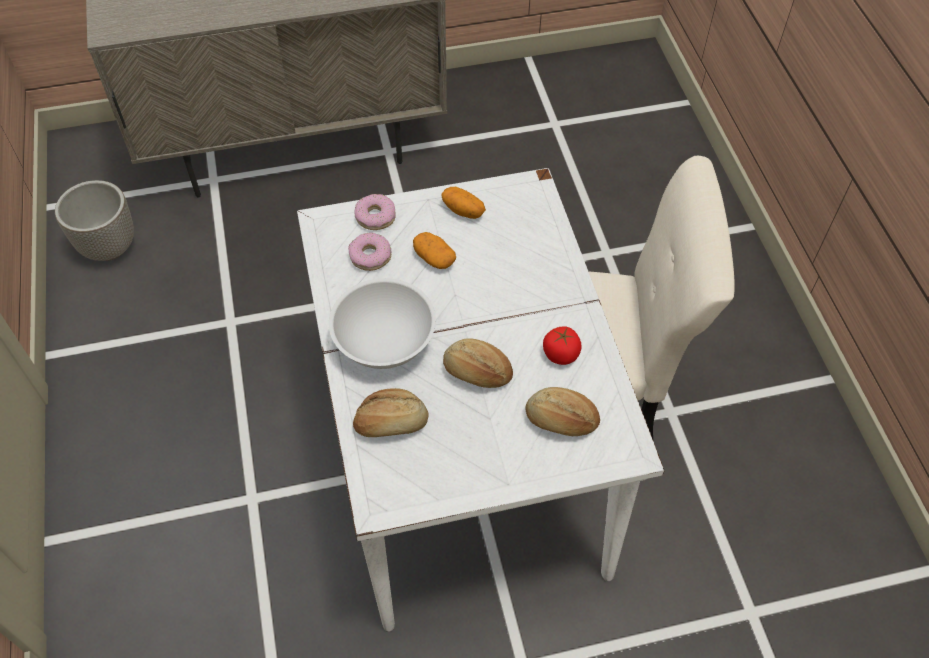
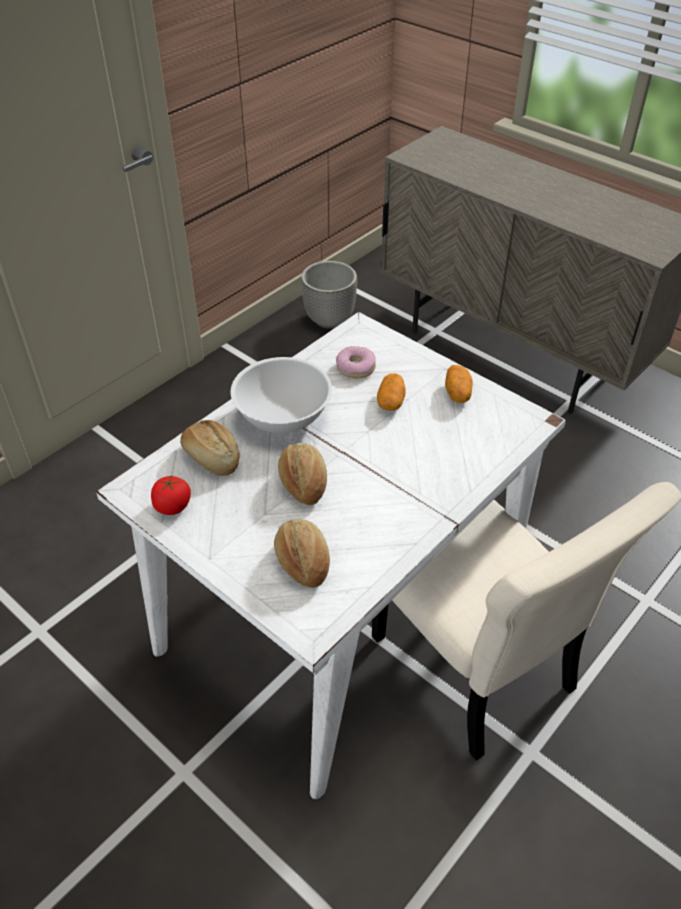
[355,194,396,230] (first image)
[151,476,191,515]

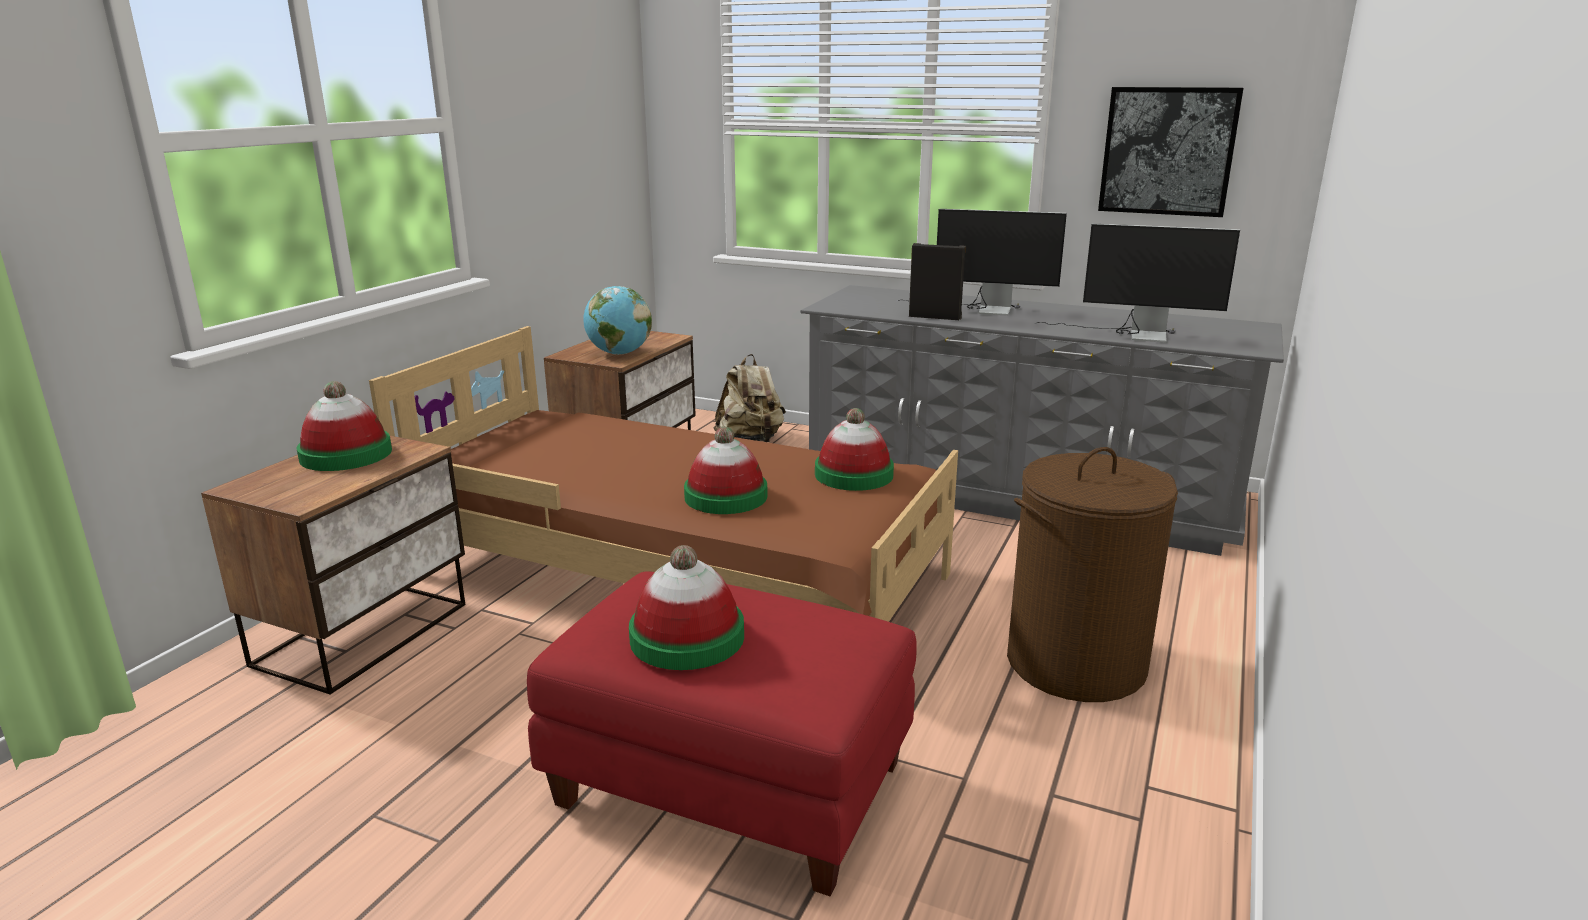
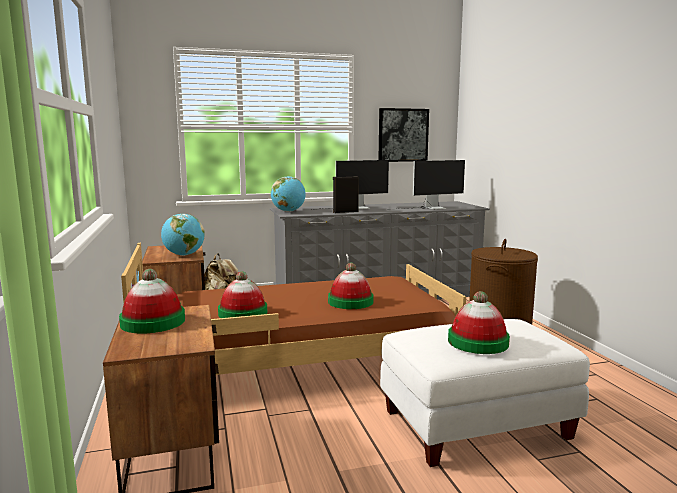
[380,319,590,467]
[218,271,267,318]
[271,176,306,212]

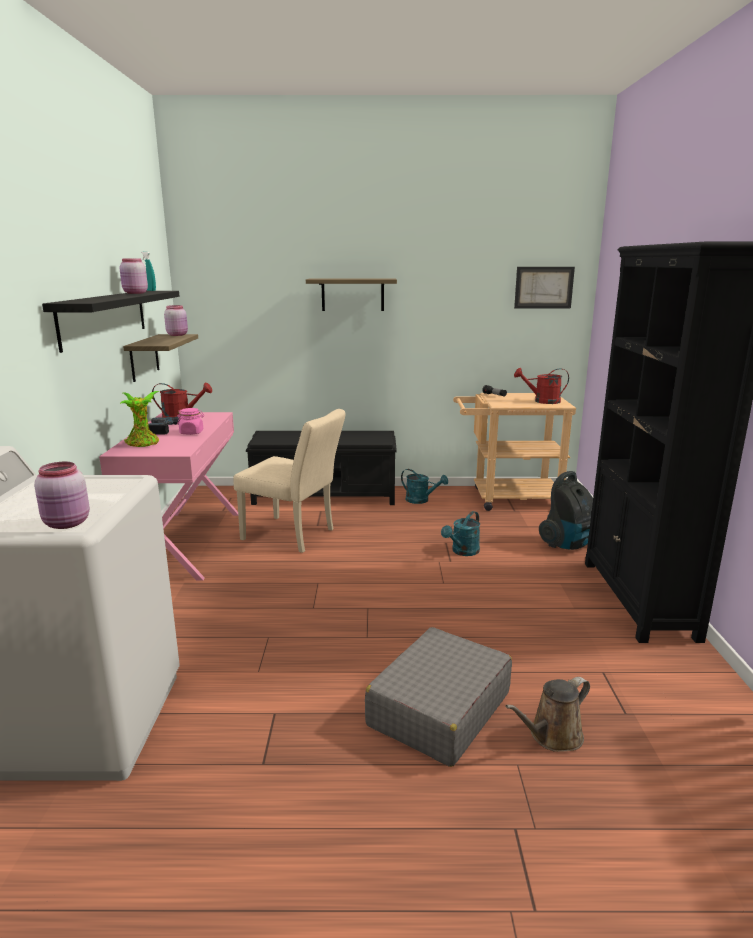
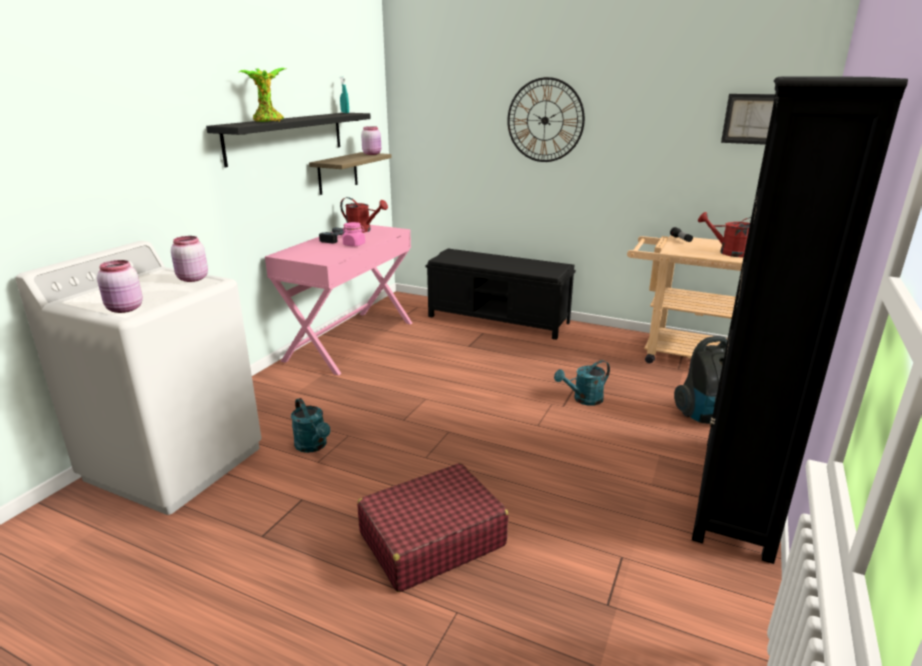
[171,236,208,282]
[239,68,286,122]
[233,409,346,553] (first image)
[507,77,585,162]
[357,463,509,592]
[291,398,330,453]
[505,677,590,752] (first image)

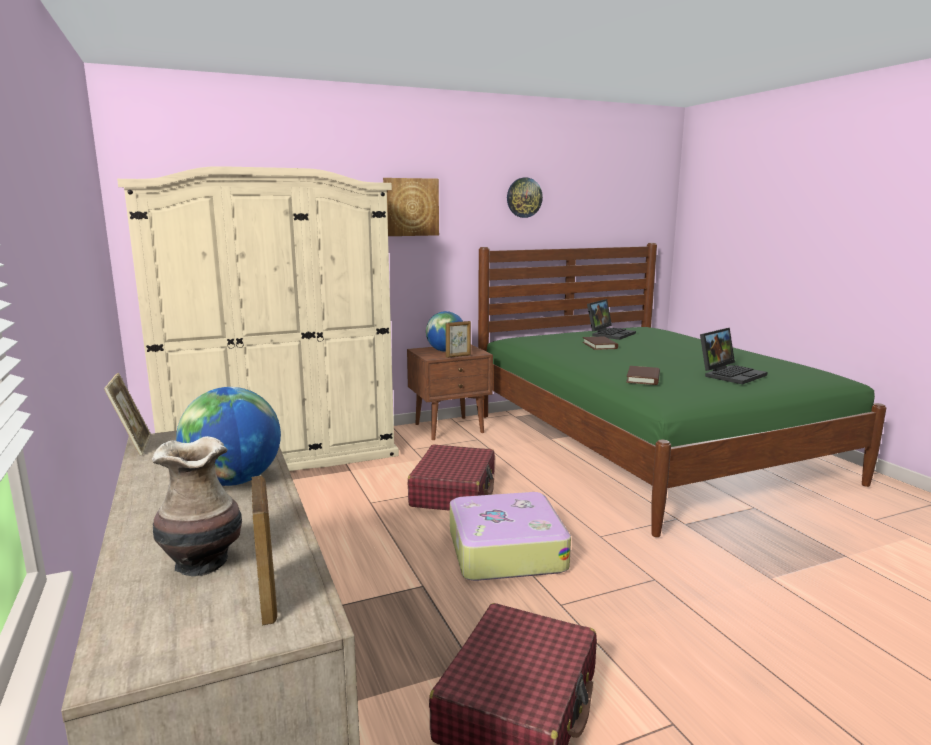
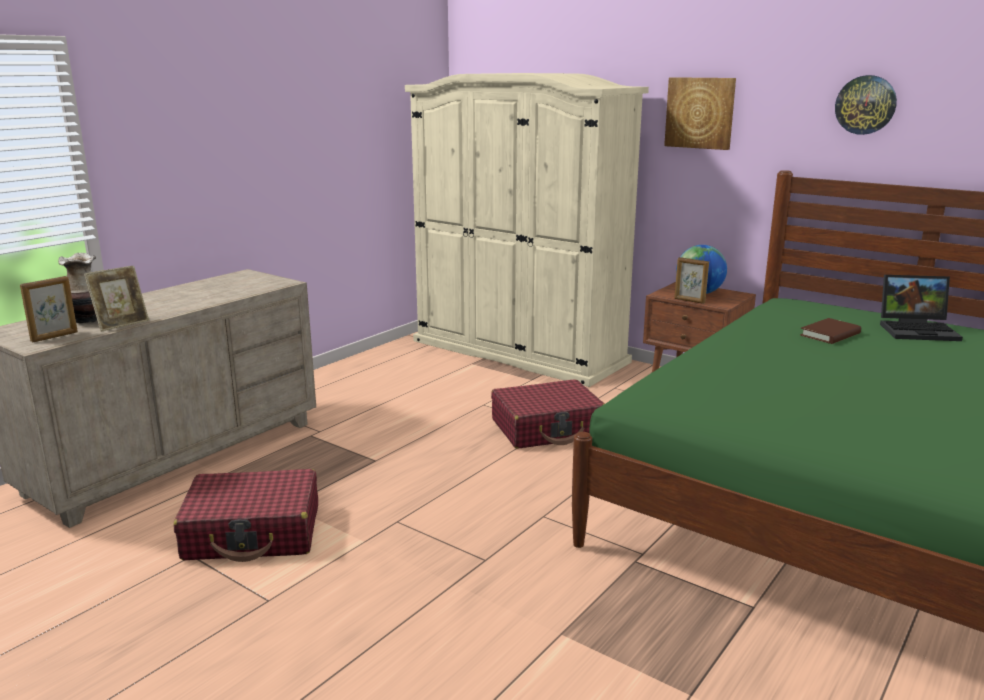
[84,266,149,332]
[176,387,281,486] (first image)
[450,492,571,581] (first image)
[626,366,660,385] (first image)
[700,328,768,384] (first image)

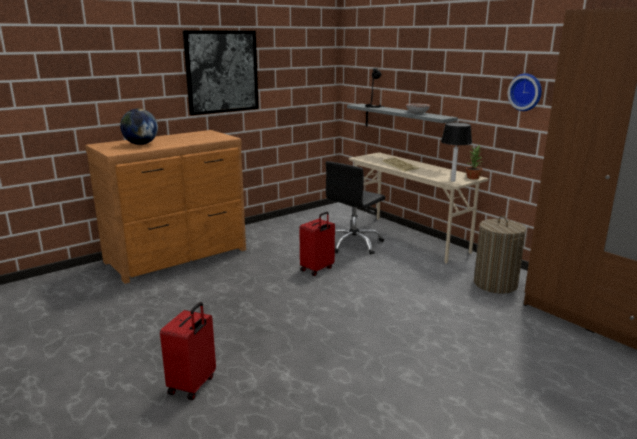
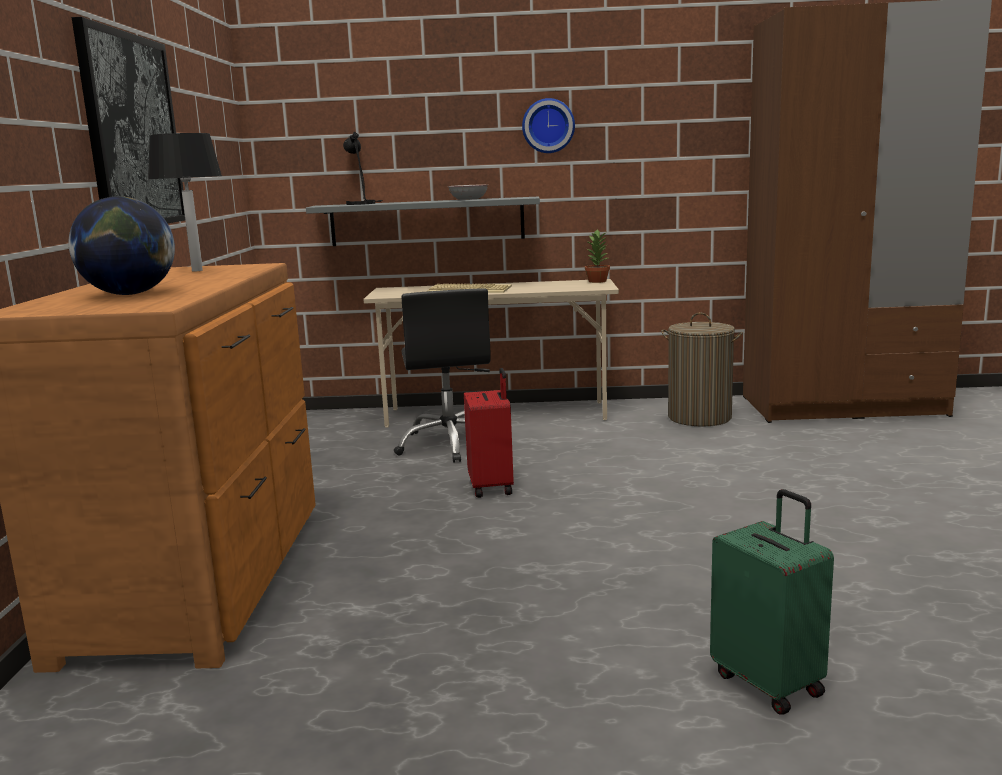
[710,489,834,715]
[148,133,222,271]
[522,98,575,153]

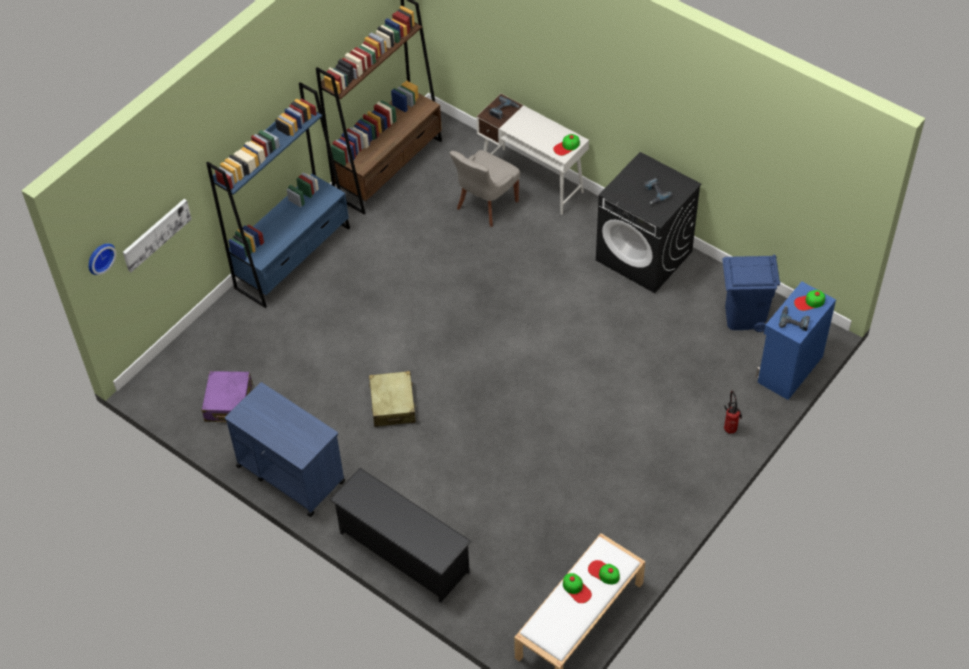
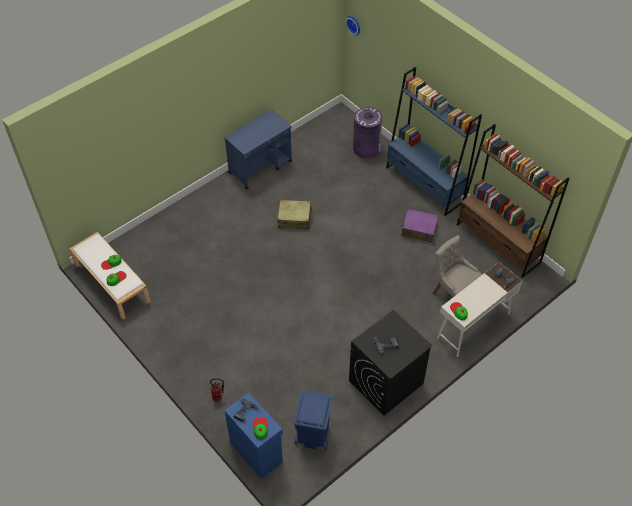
[123,199,192,272] (first image)
[401,209,438,243]
[330,468,472,603] (first image)
[353,107,383,158]

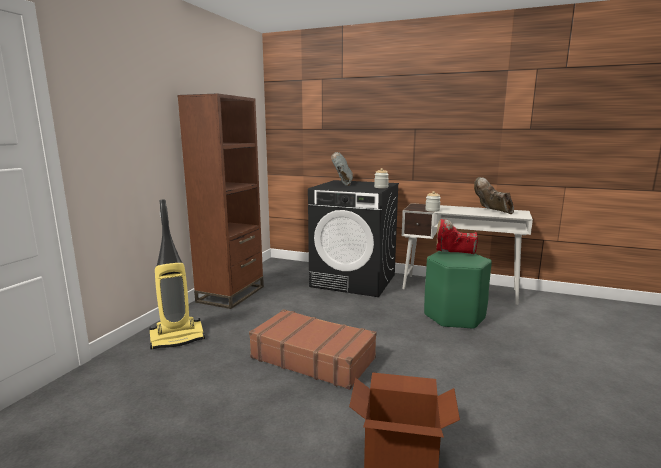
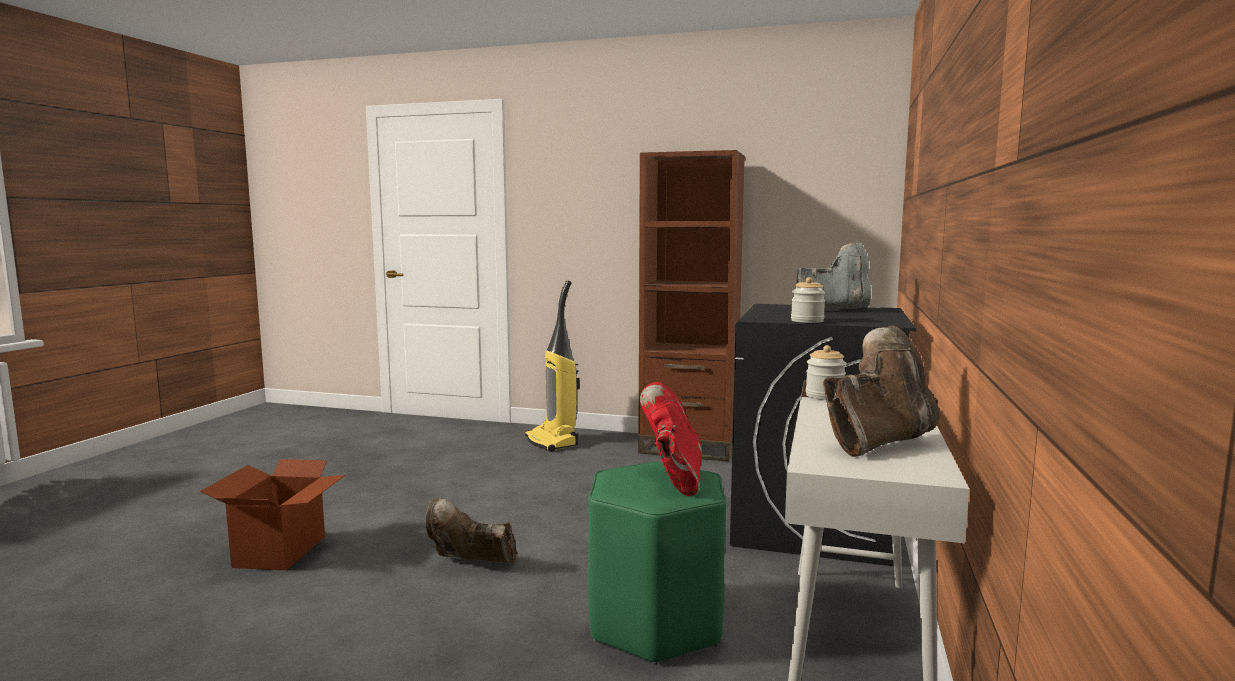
[249,309,377,390] (first image)
[426,498,517,563]

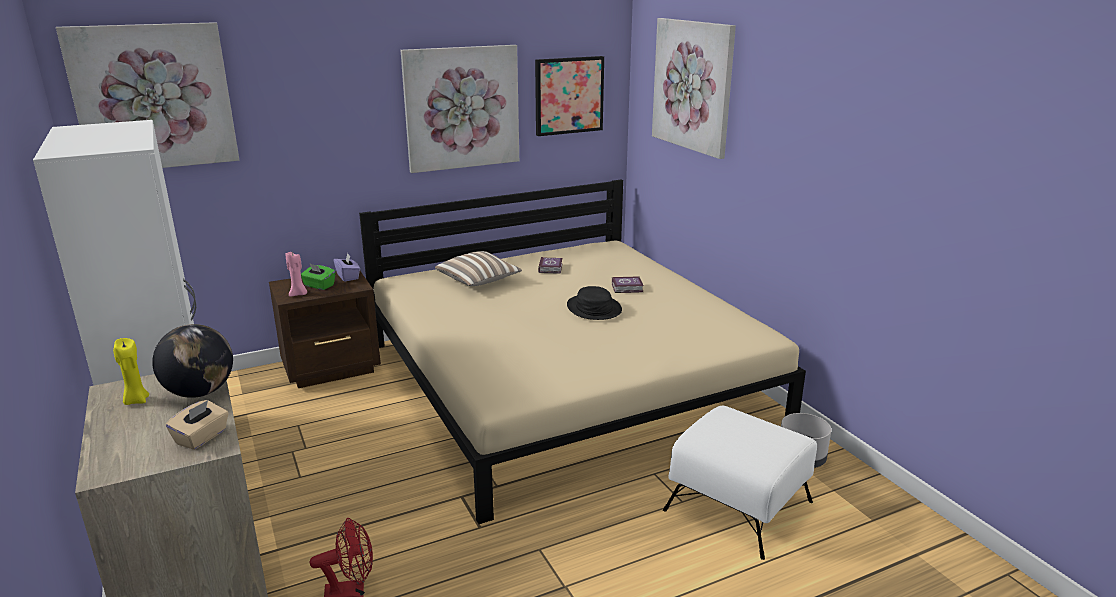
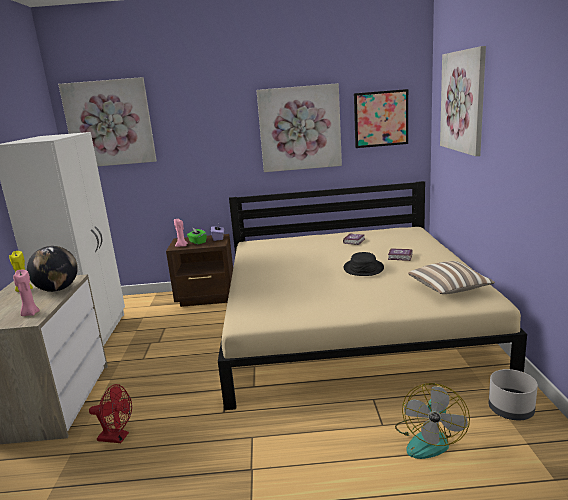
[13,270,40,316]
[408,261,495,294]
[395,383,470,459]

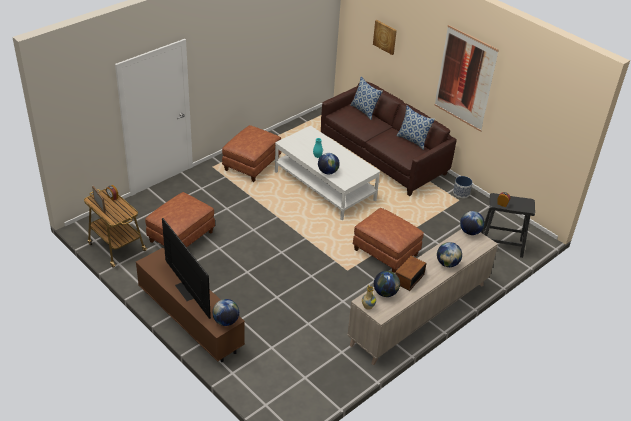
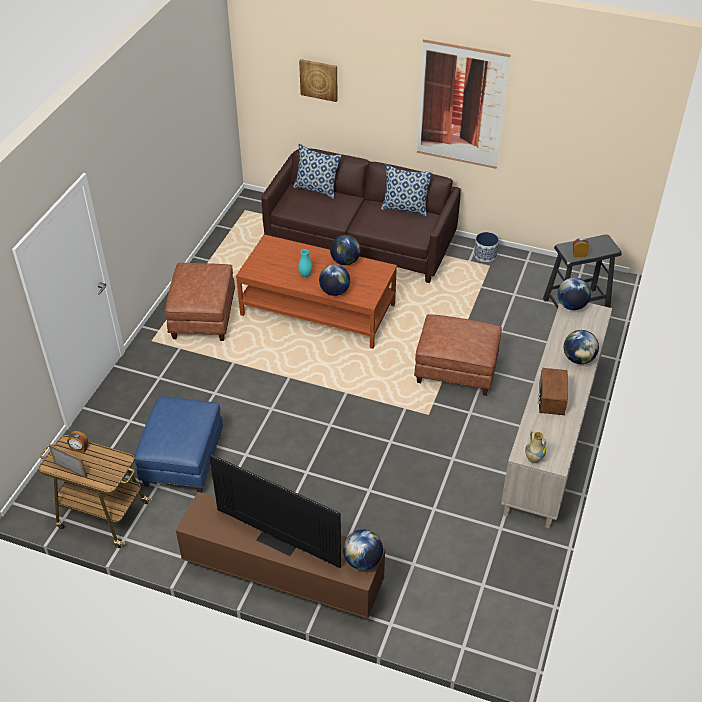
[134,396,223,493]
[236,234,397,349]
[330,235,360,265]

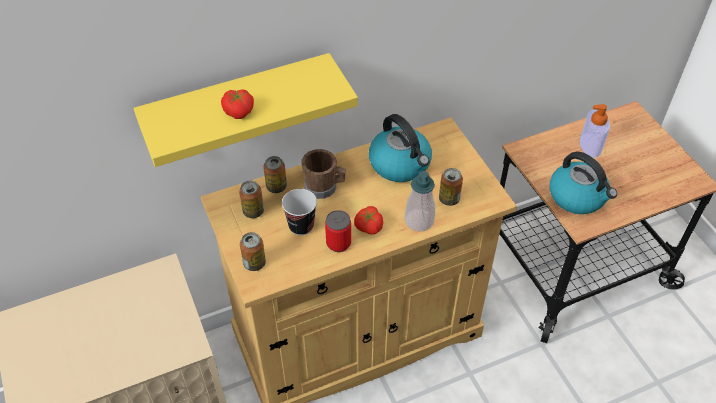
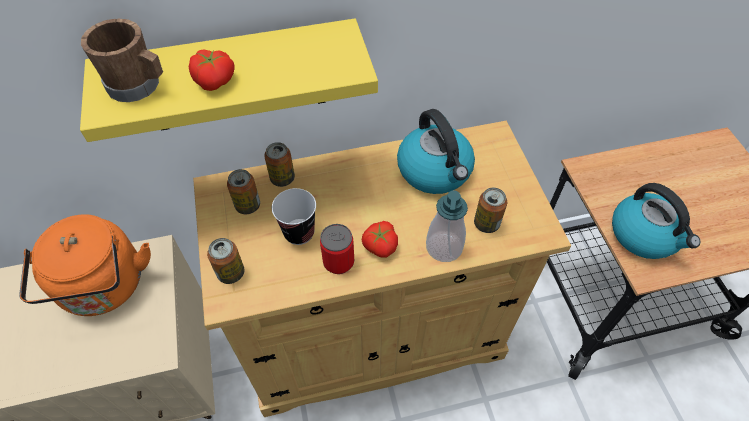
[81,18,163,102]
[580,104,610,158] (first image)
[19,214,151,316]

